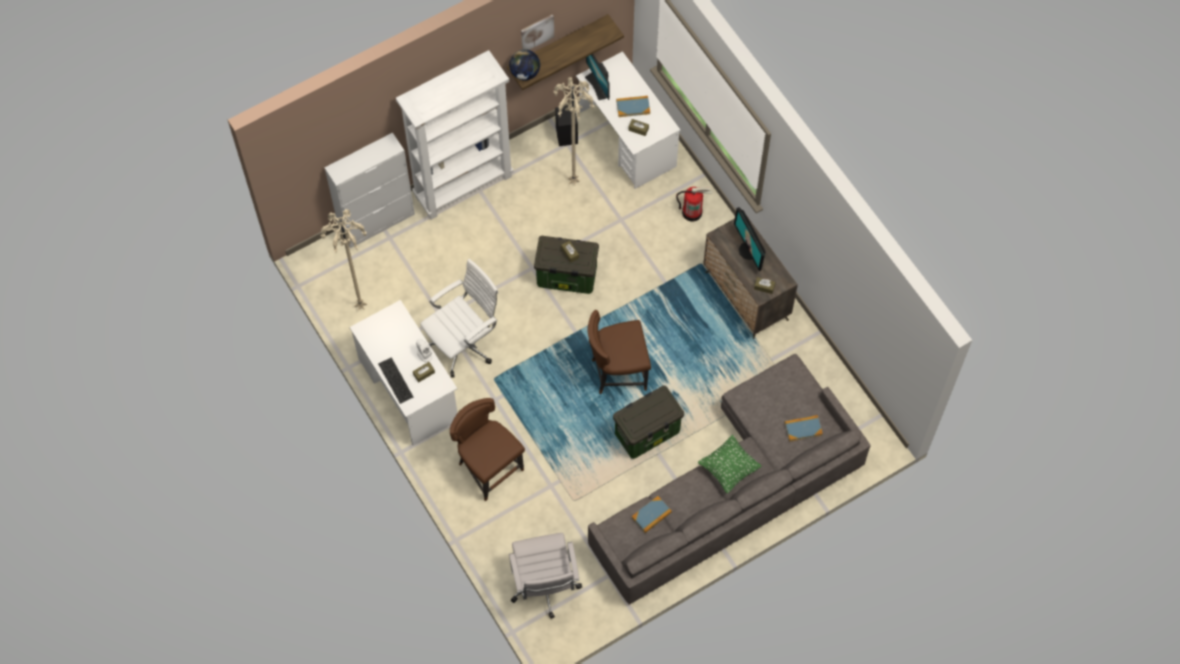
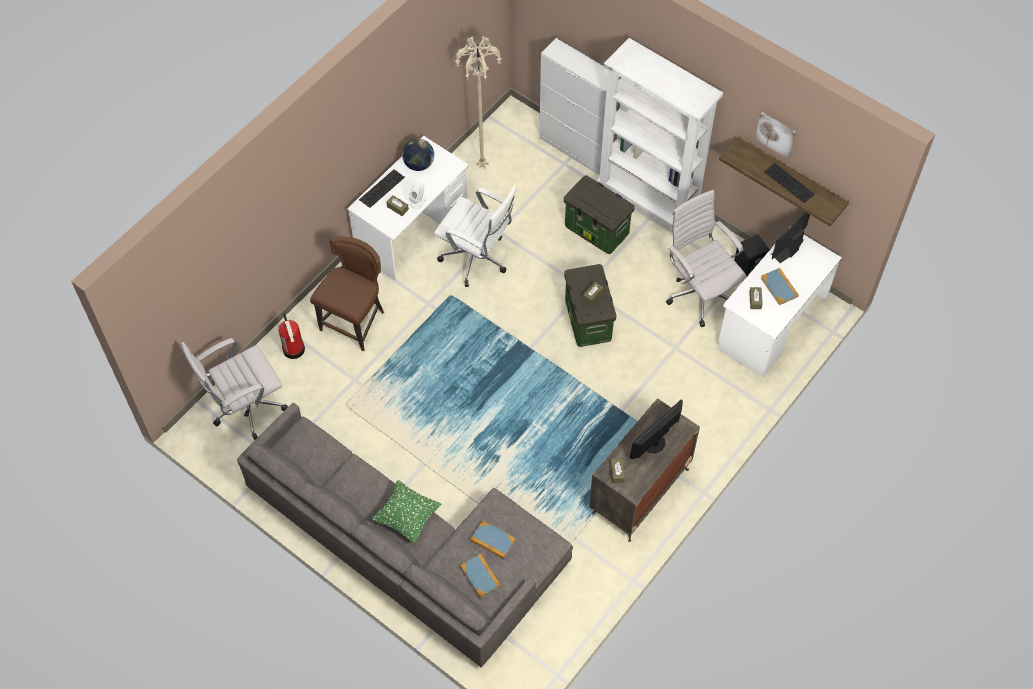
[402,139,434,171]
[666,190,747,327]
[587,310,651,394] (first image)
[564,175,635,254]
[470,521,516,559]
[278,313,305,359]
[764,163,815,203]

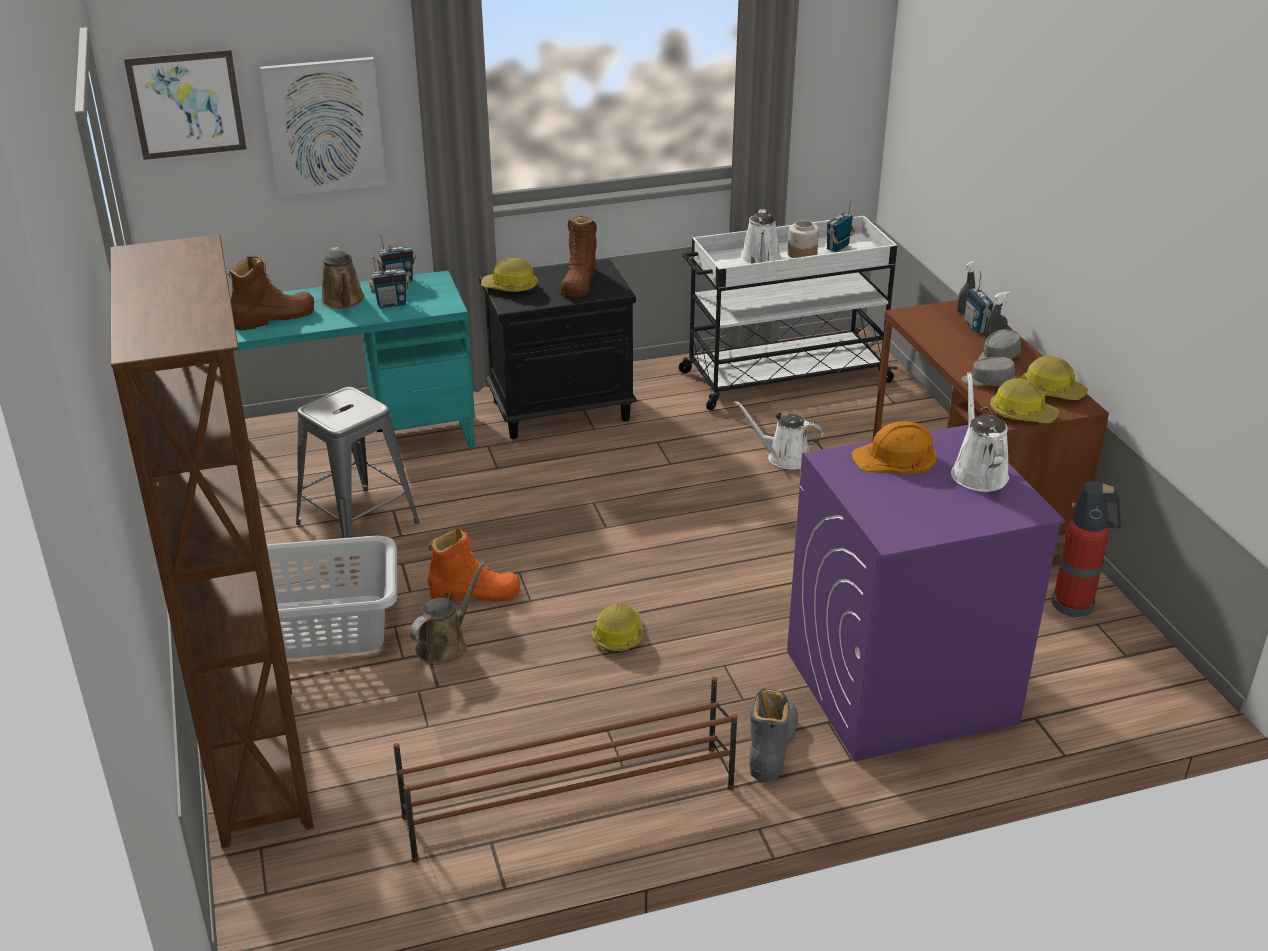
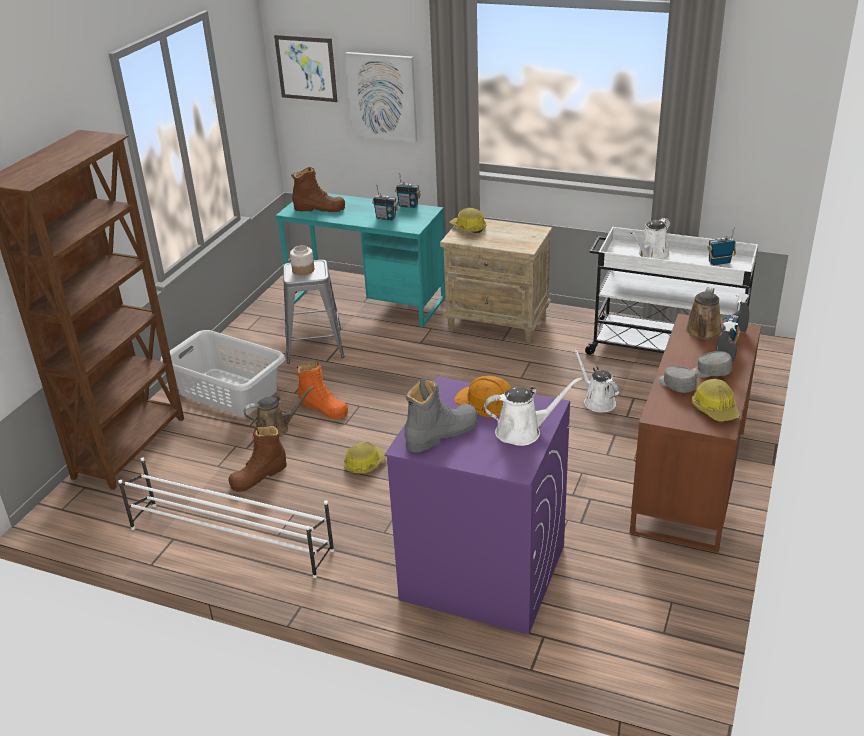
[685,287,722,340]
[118,457,334,578]
[440,219,552,343]
[229,425,286,492]
[404,379,478,453]
[290,245,314,275]
[484,377,582,446]
[990,378,1059,423] (first image)
[1052,481,1121,618] (first image)

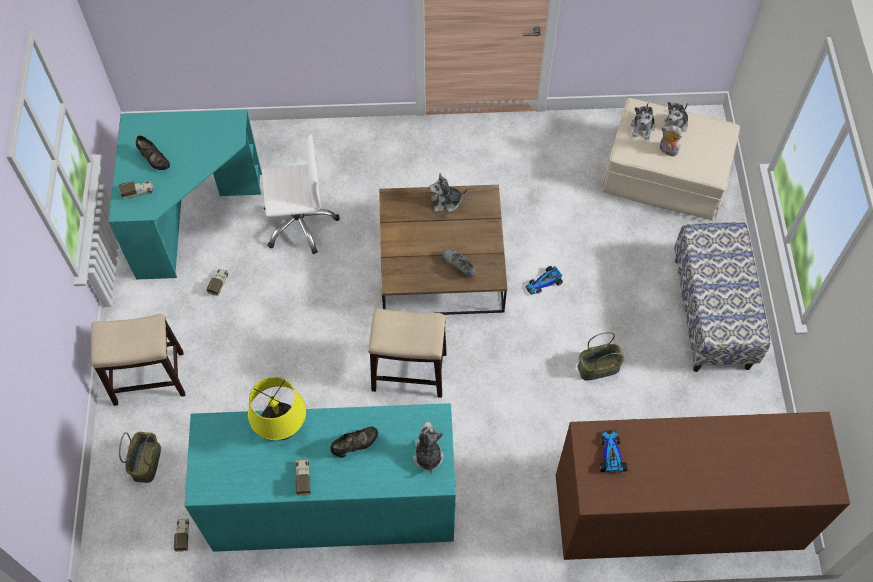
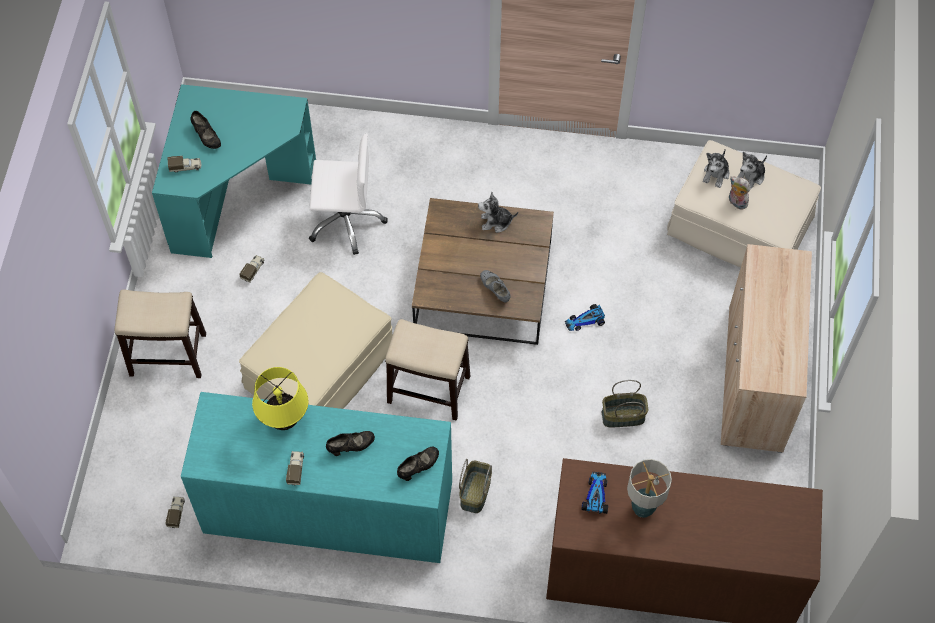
[459,459,492,513]
[397,446,439,481]
[721,244,812,453]
[239,272,393,409]
[627,459,672,518]

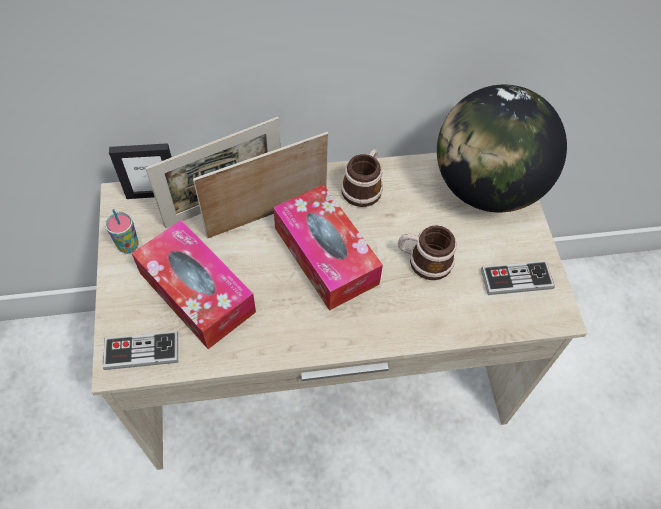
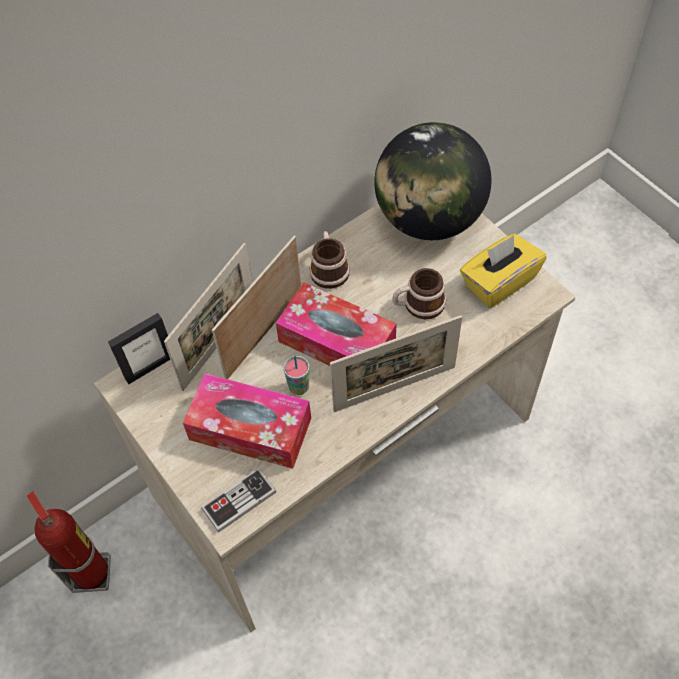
[284,355,309,395]
[460,234,547,308]
[26,491,111,593]
[330,315,463,412]

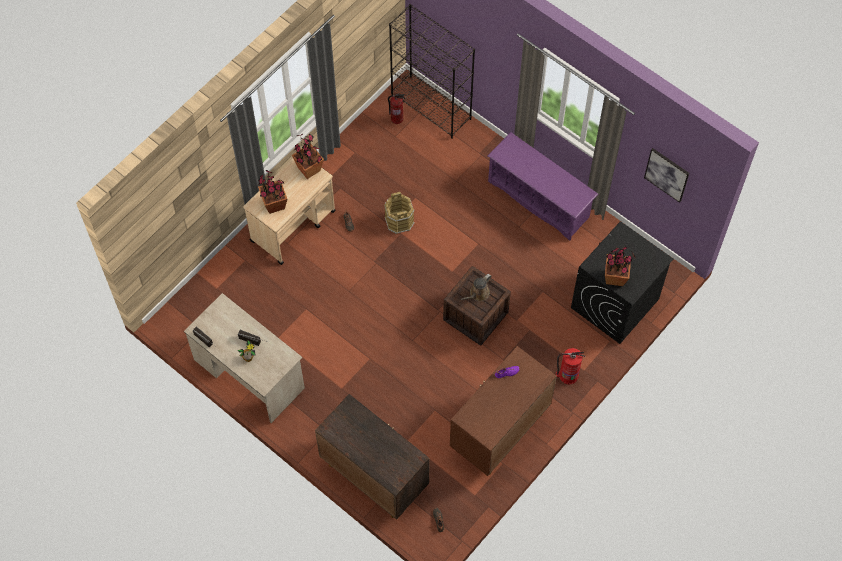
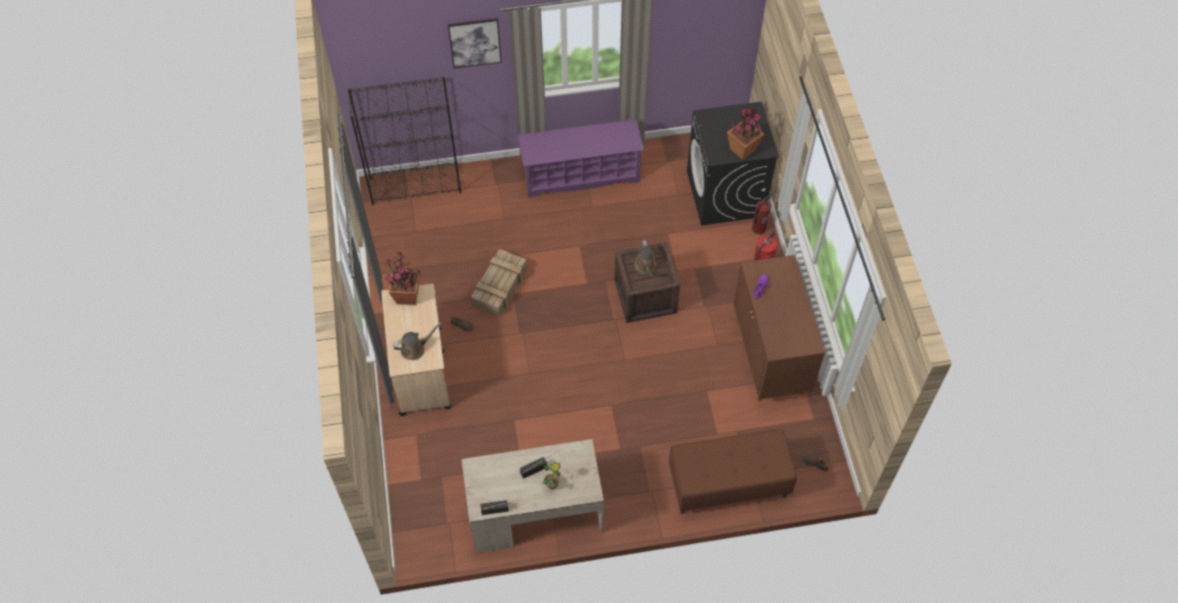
[393,323,442,360]
[669,429,797,514]
[471,249,527,317]
[752,194,772,234]
[448,18,502,69]

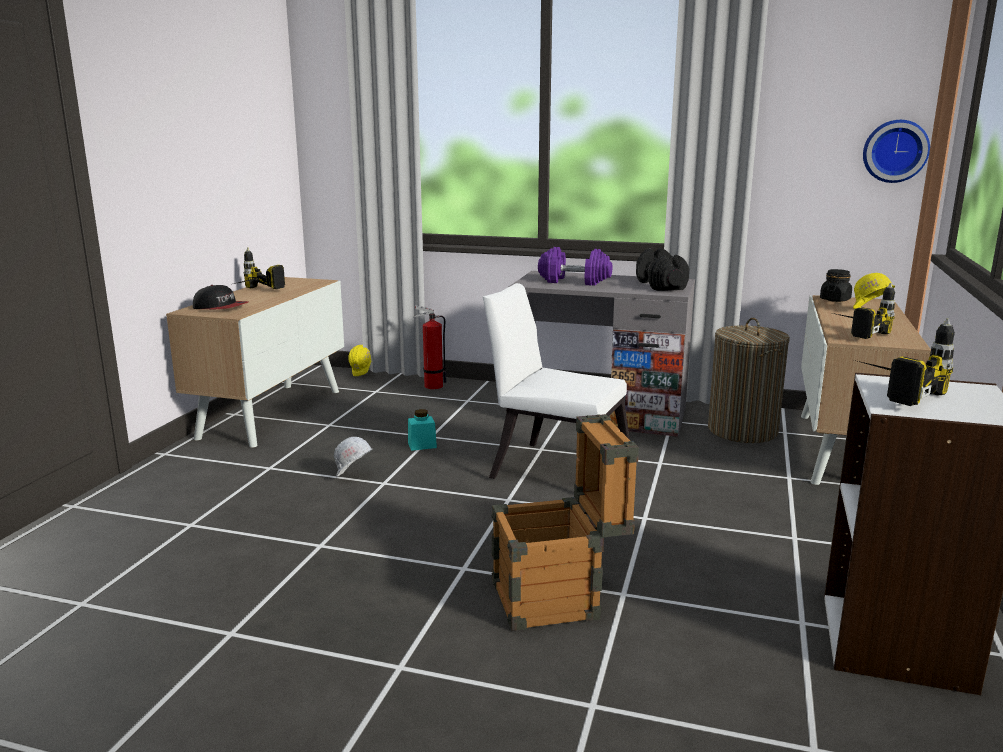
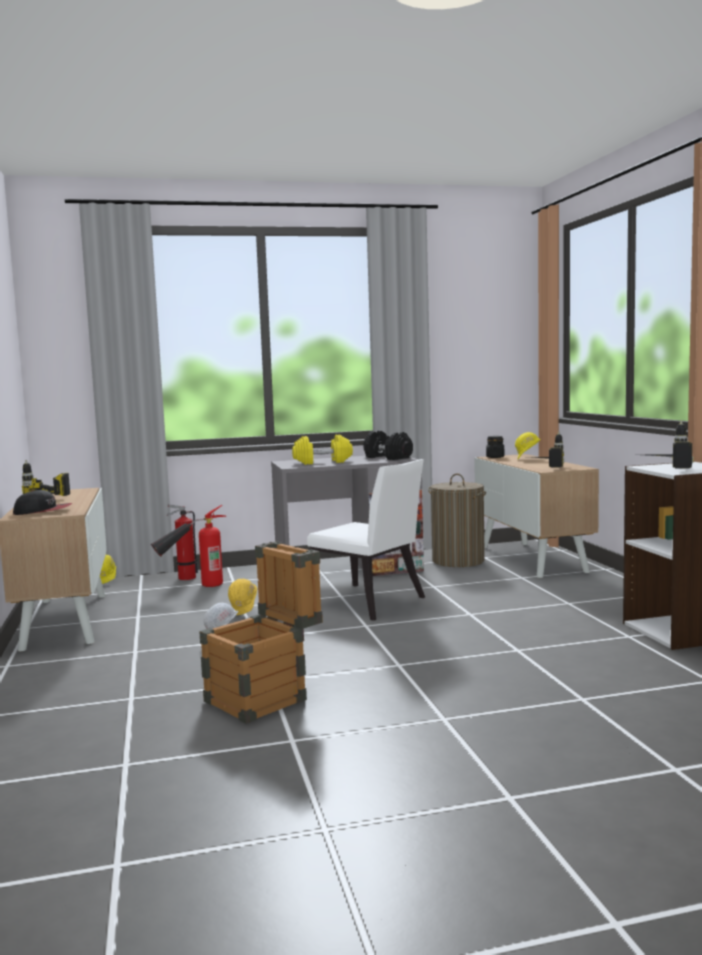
[228,579,257,615]
[307,459,425,621]
[199,542,323,724]
[292,434,353,465]
[863,120,930,183] (first image)
[151,505,227,587]

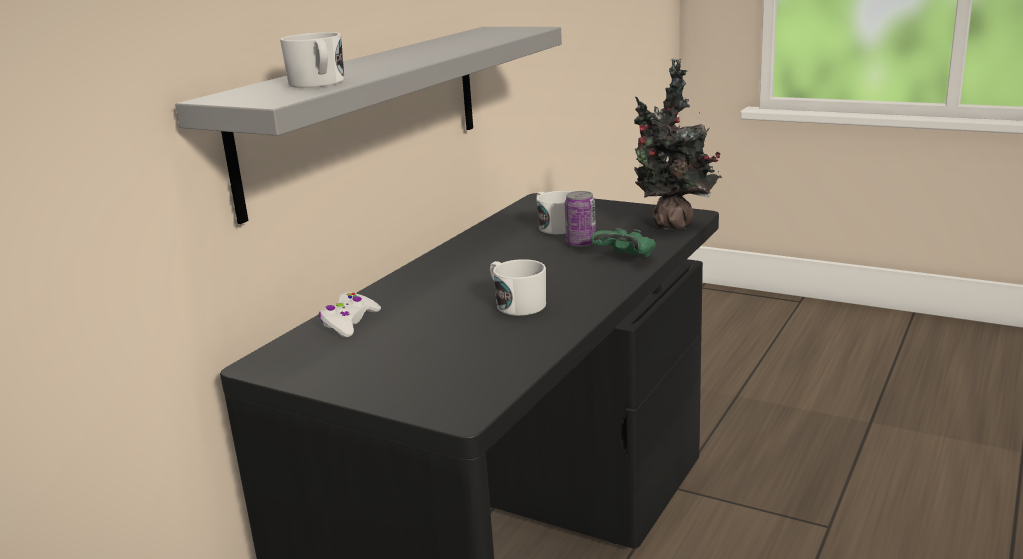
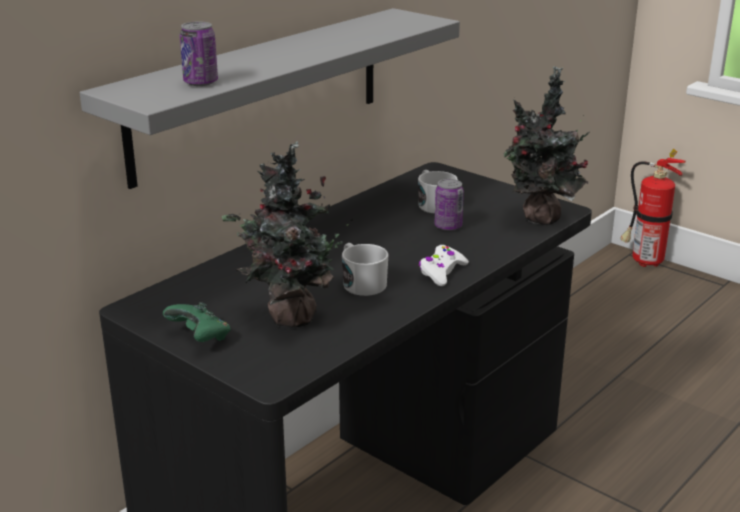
[180,22,218,86]
[419,245,469,286]
[163,302,231,342]
[222,141,353,328]
[620,148,686,267]

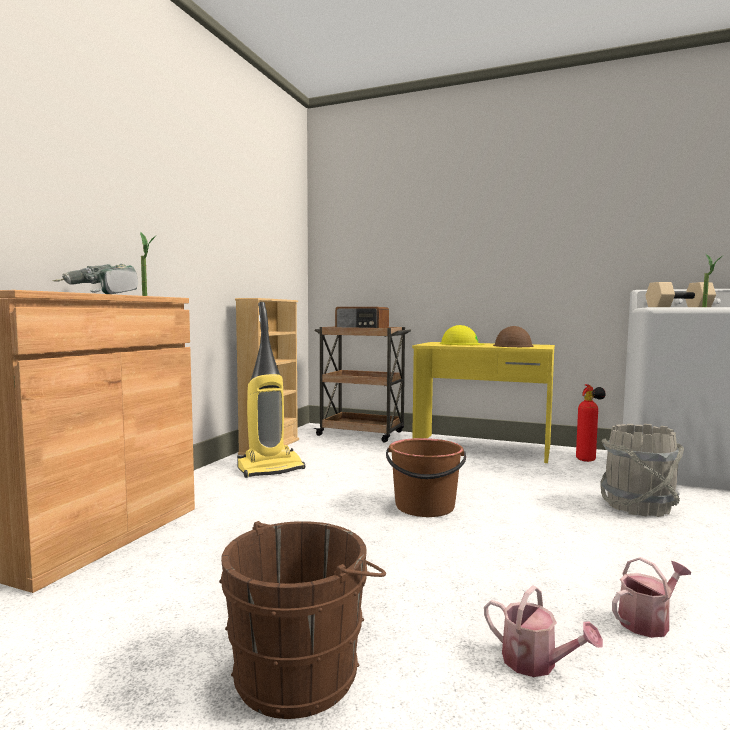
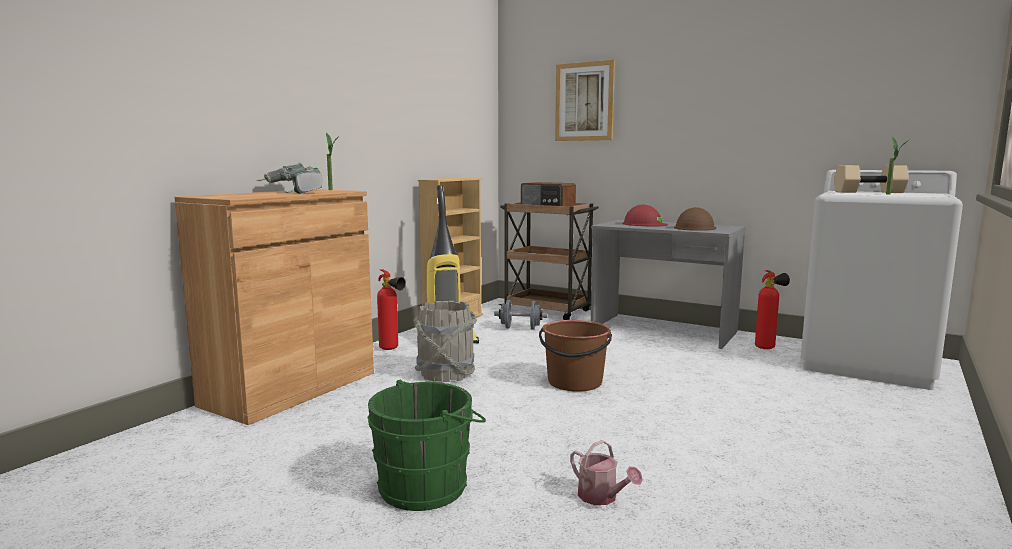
[367,380,486,511]
[591,220,746,349]
[622,205,668,227]
[413,301,477,382]
[612,557,691,638] (first image)
[377,269,406,350]
[494,300,548,329]
[555,60,615,141]

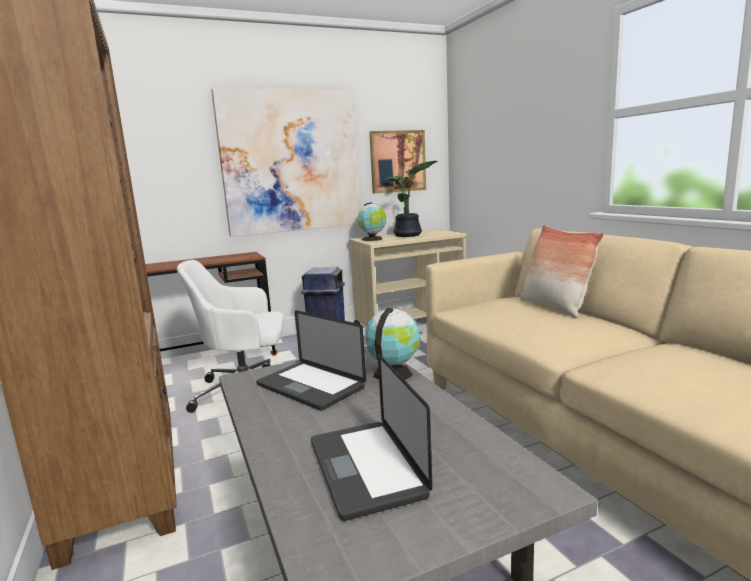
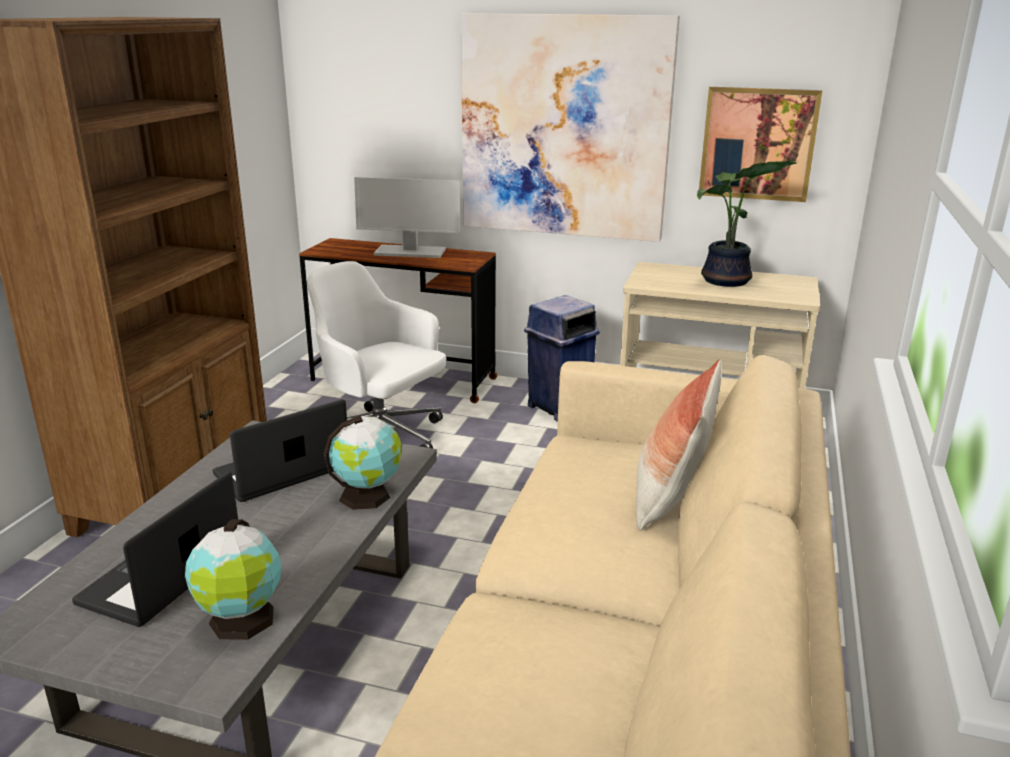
[213,399,347,502]
[185,519,282,640]
[354,177,459,258]

